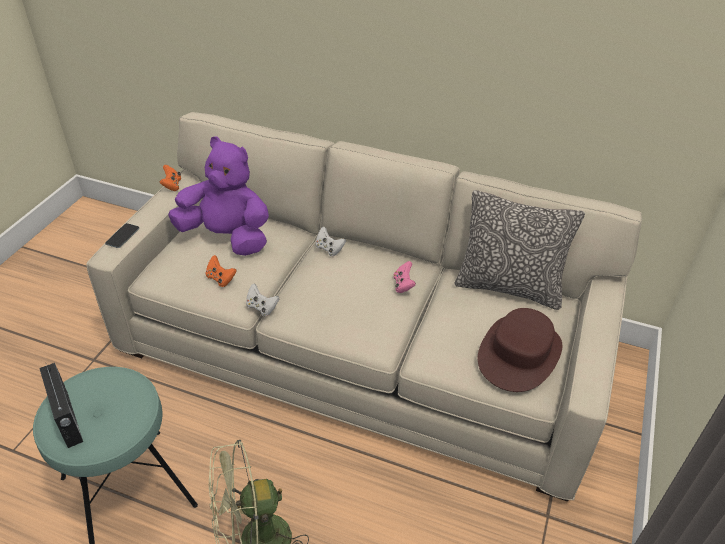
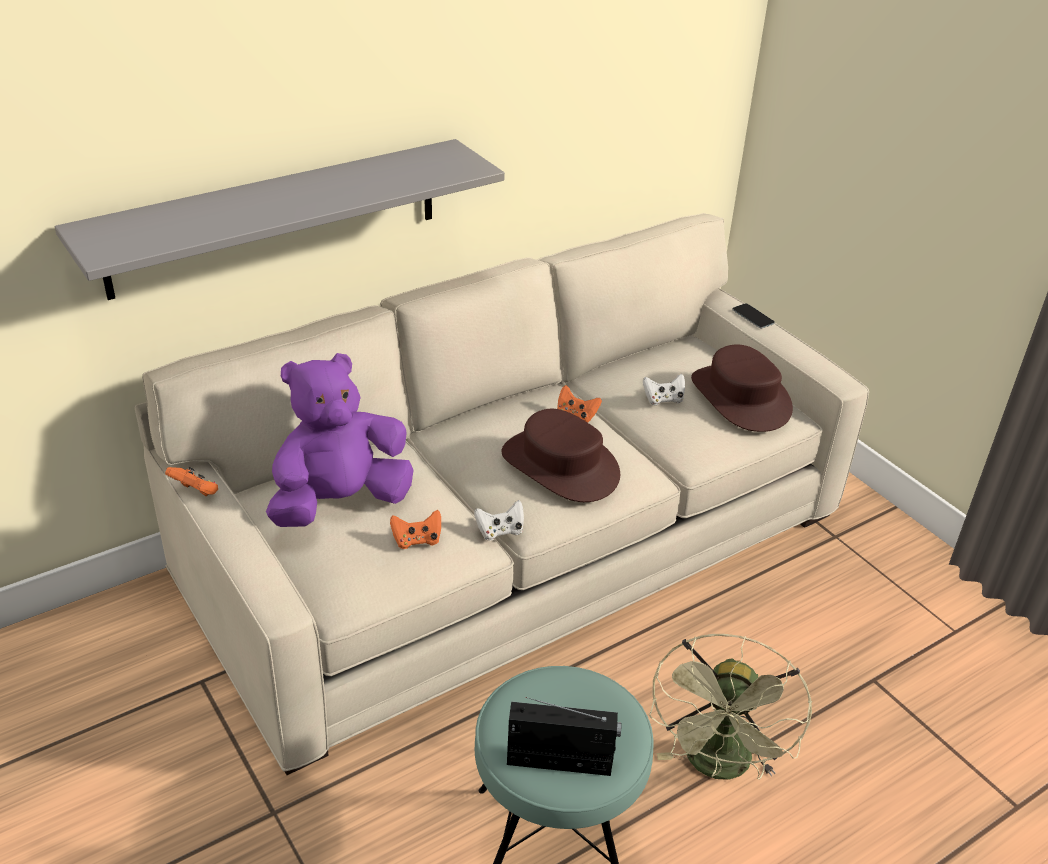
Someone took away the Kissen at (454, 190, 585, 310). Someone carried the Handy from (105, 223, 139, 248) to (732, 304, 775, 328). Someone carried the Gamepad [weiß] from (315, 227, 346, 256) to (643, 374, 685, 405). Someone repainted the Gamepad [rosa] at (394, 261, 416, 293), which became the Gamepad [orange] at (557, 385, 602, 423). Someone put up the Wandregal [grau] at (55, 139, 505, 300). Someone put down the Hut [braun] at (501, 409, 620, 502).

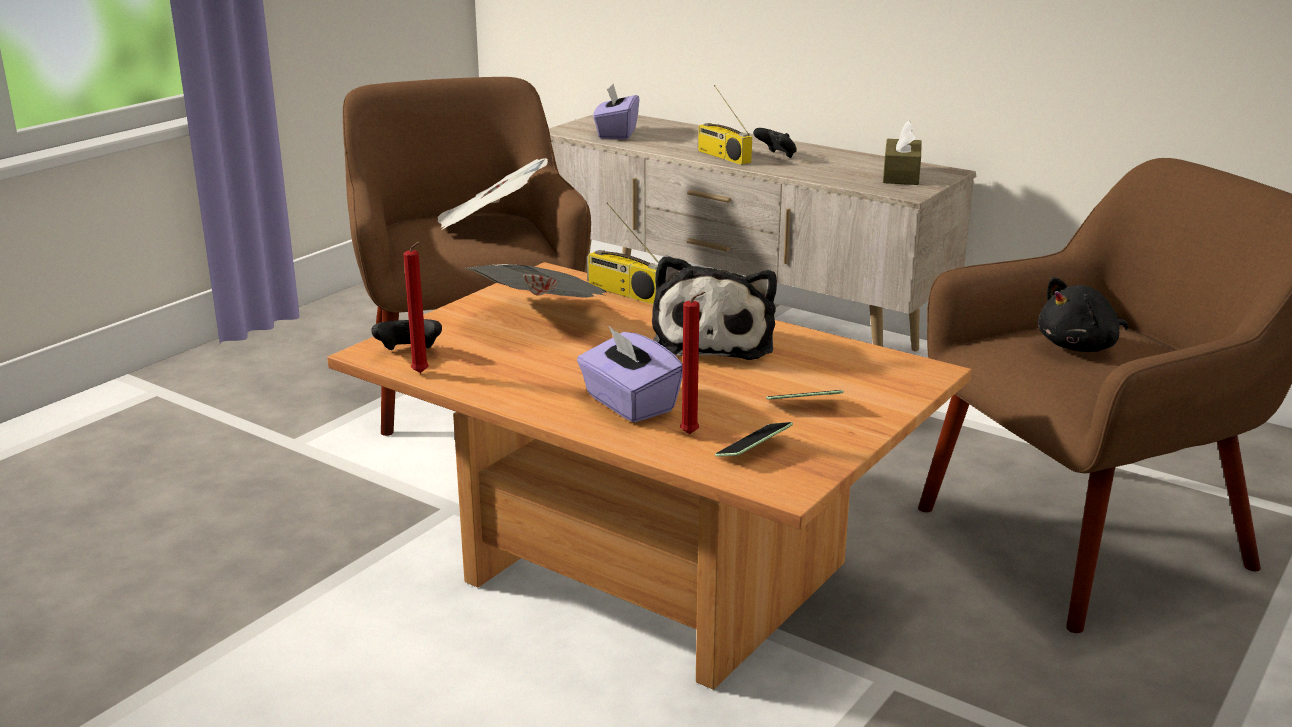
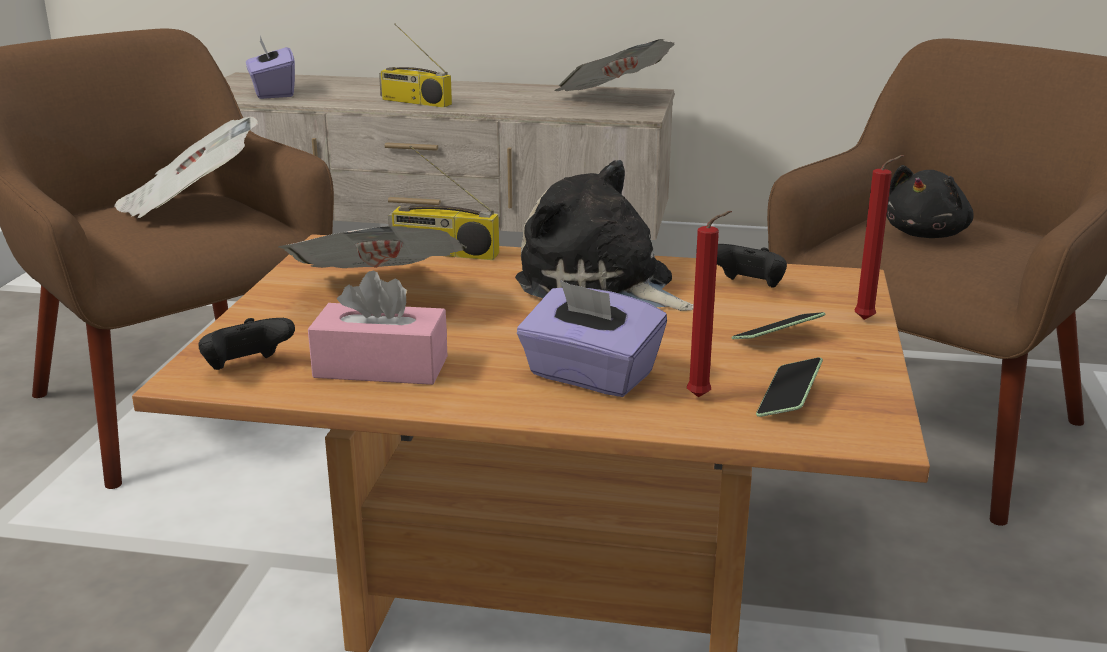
Someone swapped the Taschentuchbox [braun] at (883, 120, 922, 185) for the Zeitung at (554, 39, 675, 91). Someone carried the Gamepad [schwarz] from (753, 128, 797, 158) to (717, 244, 787, 288). Someone carried the Kerze [rot] from (403, 242, 429, 373) to (854, 155, 905, 320). Someone rotated the Plüschtier at (652, 255, 777, 360) by 150 degrees clockwise. Someone put down the Taschentuchbox [rosa] at (308, 271, 448, 385).

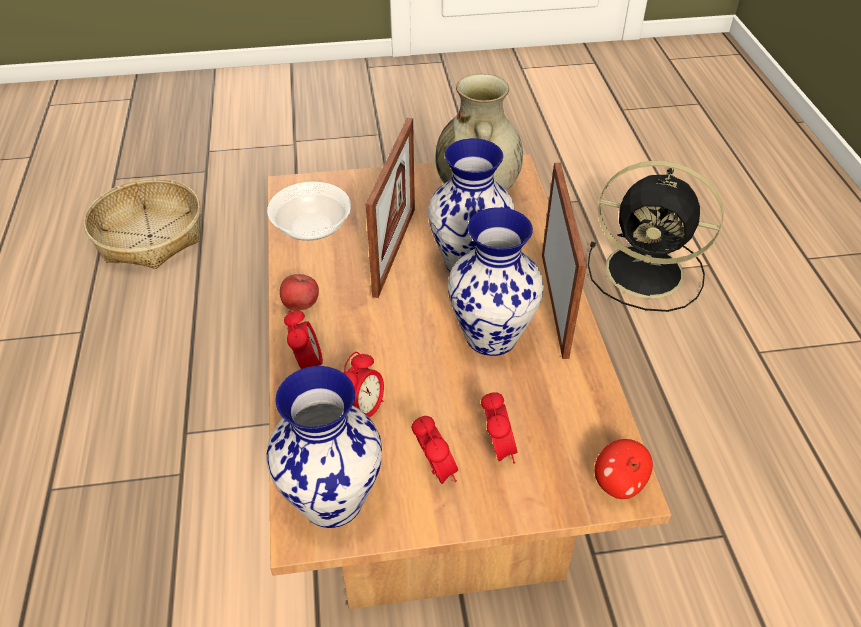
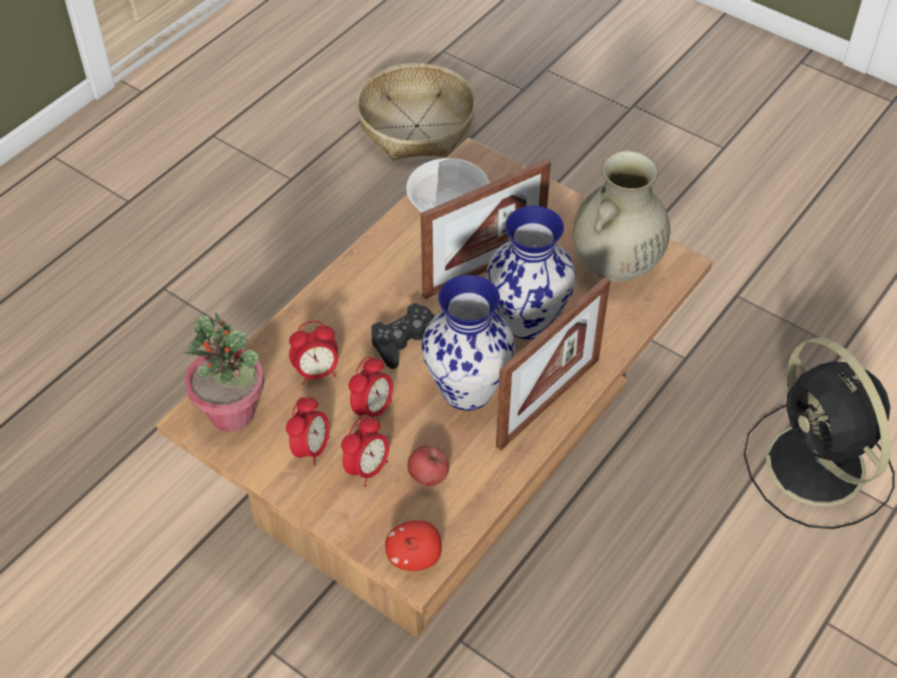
Someone carried the Apfel from (280, 274, 319, 311) to (407, 445, 449, 486). Someone carried the Wecker from (284, 310, 323, 369) to (348, 357, 393, 418). Someone swapped the Vase at (266, 366, 382, 528) for the Topfpflanze at (184, 311, 264, 432). Someone put down the Gamepad [schwarz] at (371, 303, 435, 369).

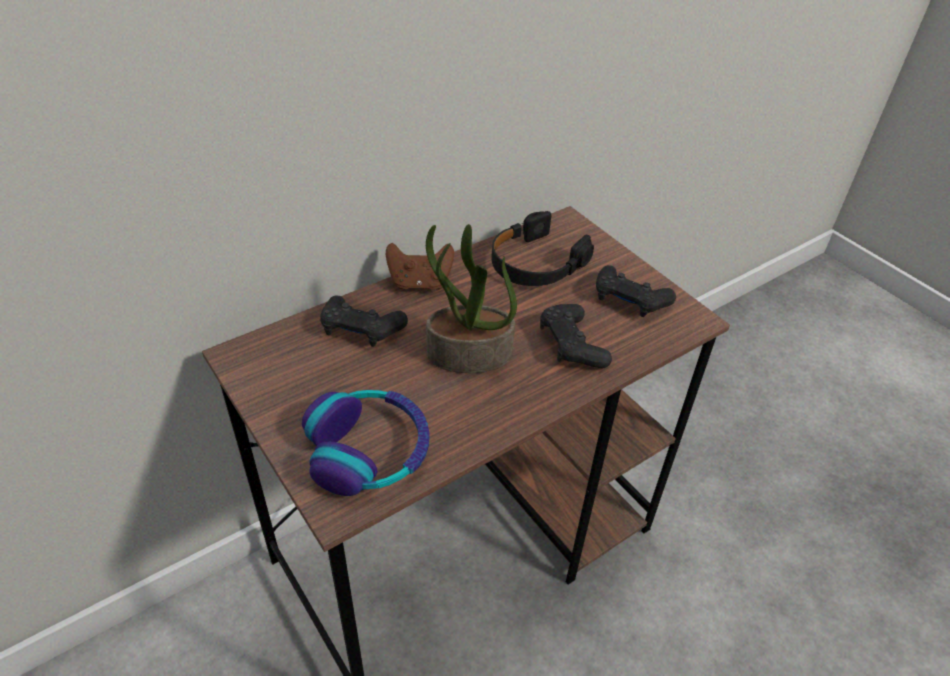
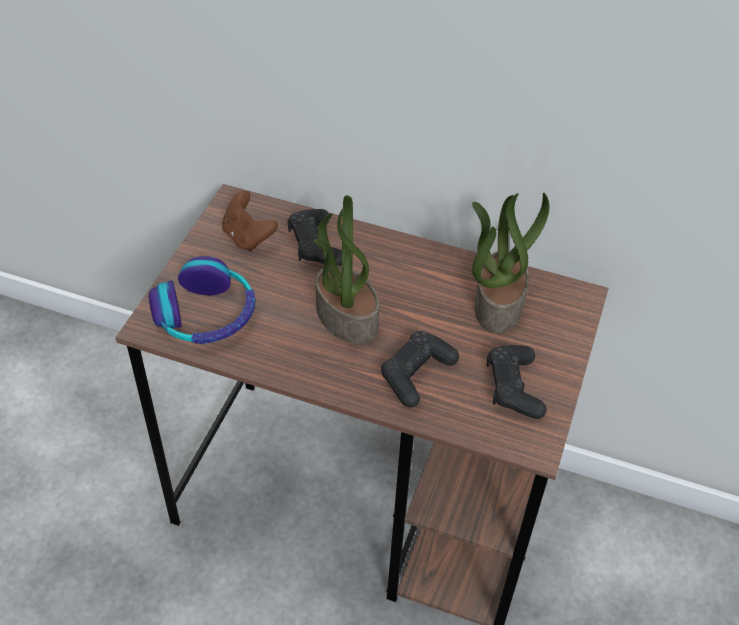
Someone swapped the Kopfhörer [schwarz] at (491, 211, 594, 286) for the Topfpflanze at (472, 192, 549, 333). Someone carried the Gamepad [braun] from (386, 243, 454, 290) to (222, 190, 278, 252).

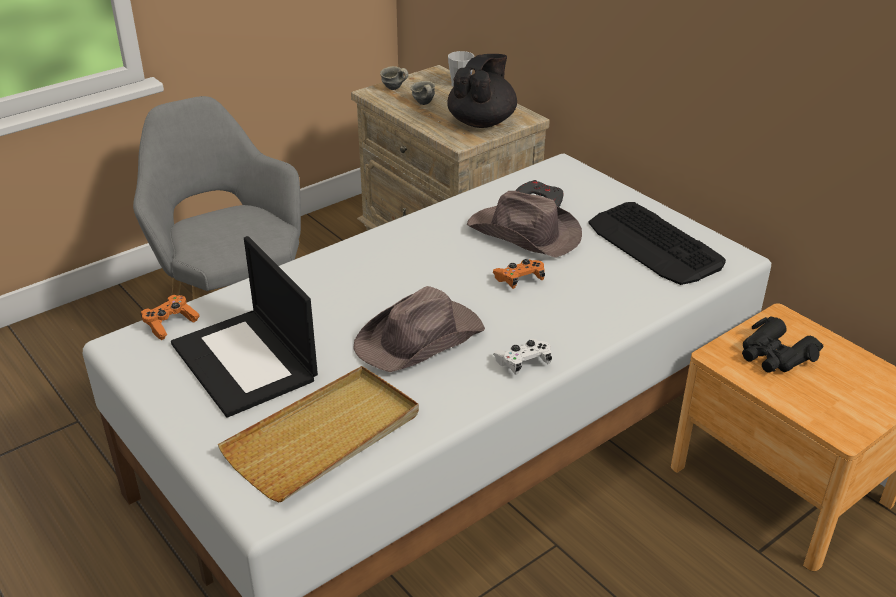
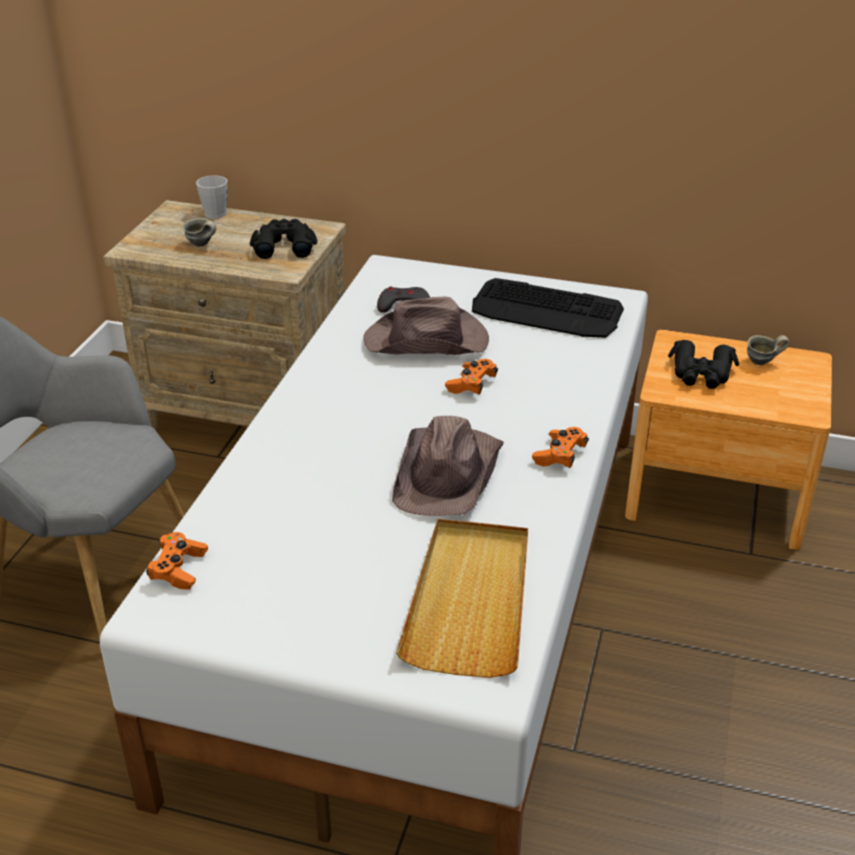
Someone swapped the Teekanne [schwarz] at (447, 54, 517, 128) for the Fernglas [schwarz] at (250, 219, 317, 259). Someone carried the Henkelbecher [grau] from (380, 66, 409, 90) to (747, 335, 790, 365). Someone took away the Laptop at (171, 236, 318, 418). Someone repainted the Gamepad [weiß] at (493, 339, 552, 375), which became the Gamepad [orange] at (532, 427, 589, 468).

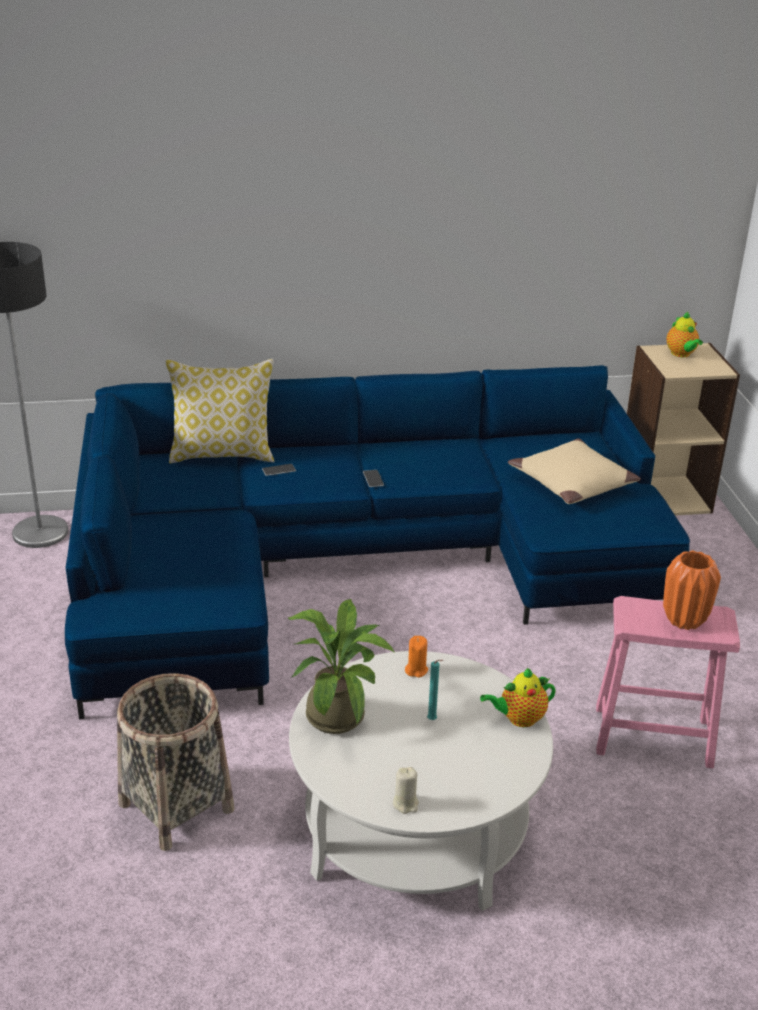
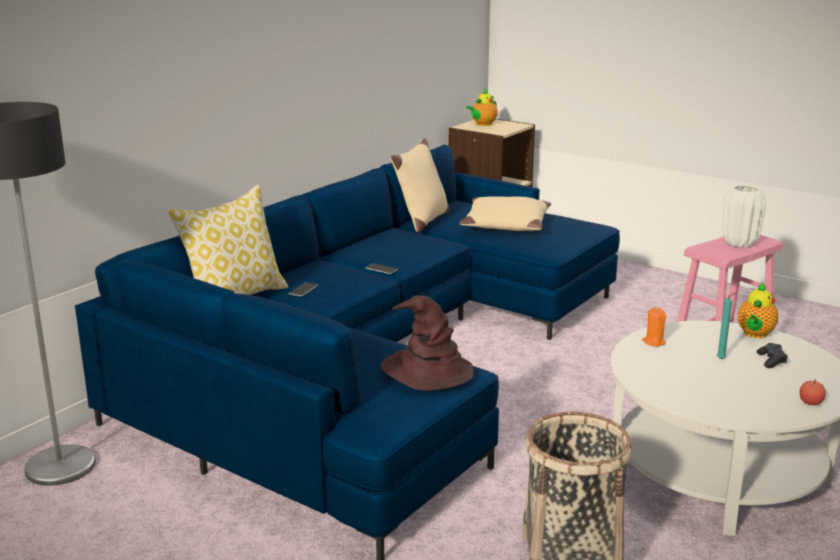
Someone rotated the Teekanne at (667, 312, 703, 357) by 105 degrees clockwise. Someone repainted the Vase [orange] at (663, 550, 721, 630), which became the Vase [weiß] at (722, 185, 766, 248). Someone took away the Topfpflanze at (288, 599, 395, 734). Someone swapped the Kerze [beige] at (393, 767, 419, 814) for the Apfel at (799, 379, 826, 405). Someone put down the Kissen [beige] at (390, 138, 450, 232). Someone put down the Hut [braun] at (381, 295, 474, 391). Someone put down the Gamepad [schwarz] at (757, 343, 788, 368).

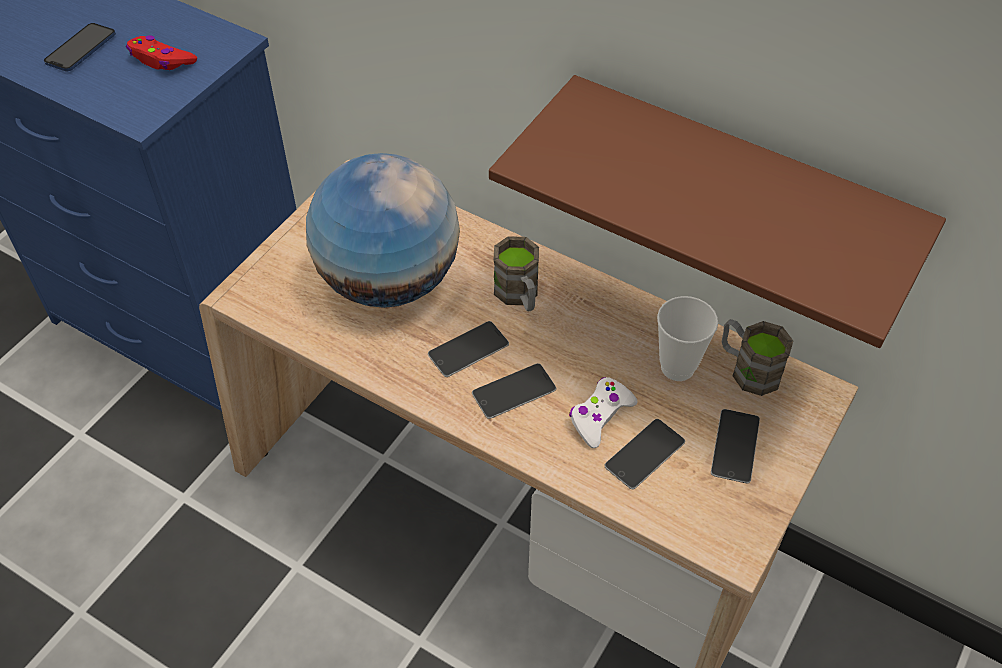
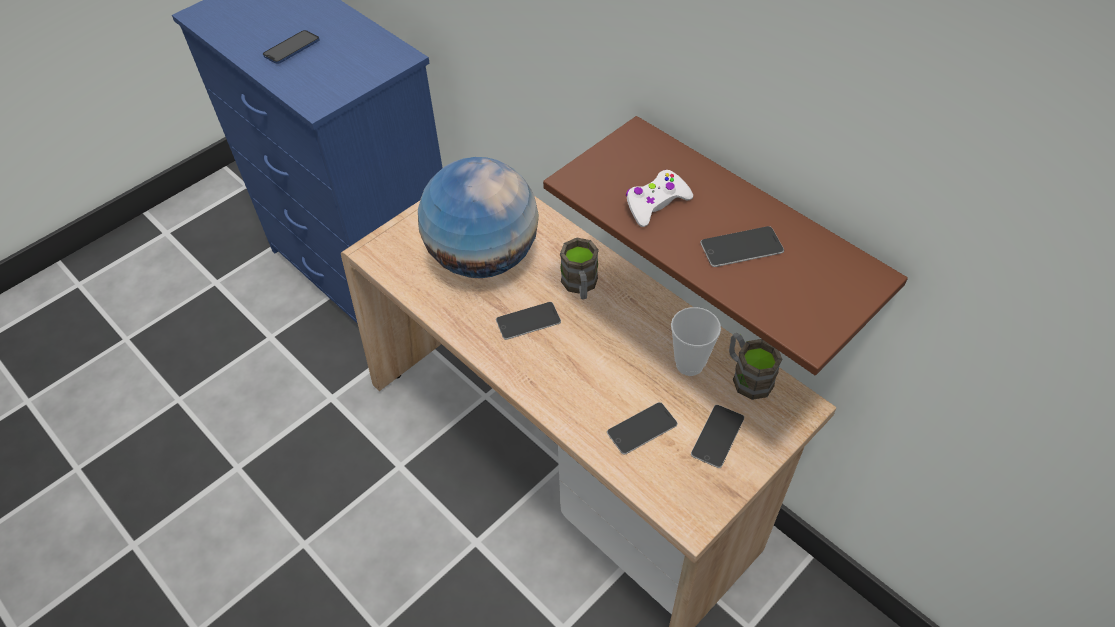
Someone took away the Gamepad [rot] at (126, 35, 197, 70). Someone carried the Handy from (472, 363, 556, 419) to (700, 226, 784, 267). Someone carried the Gamepad [weiß] from (569, 377, 637, 448) to (626, 170, 693, 227).

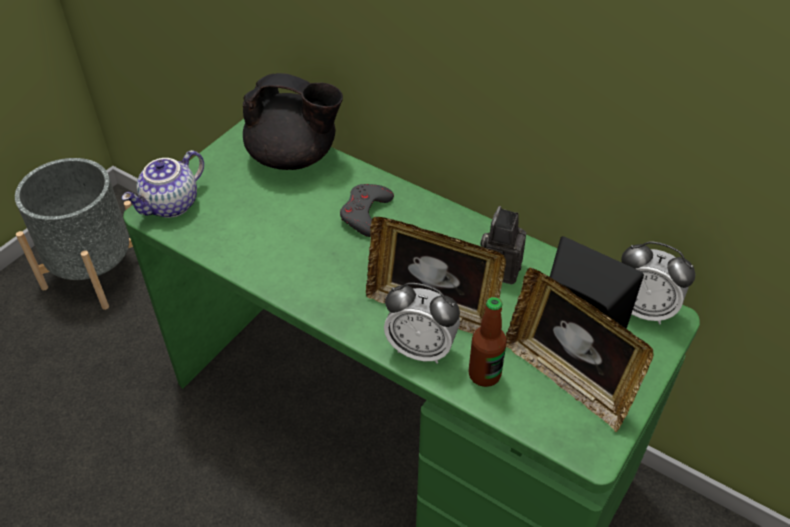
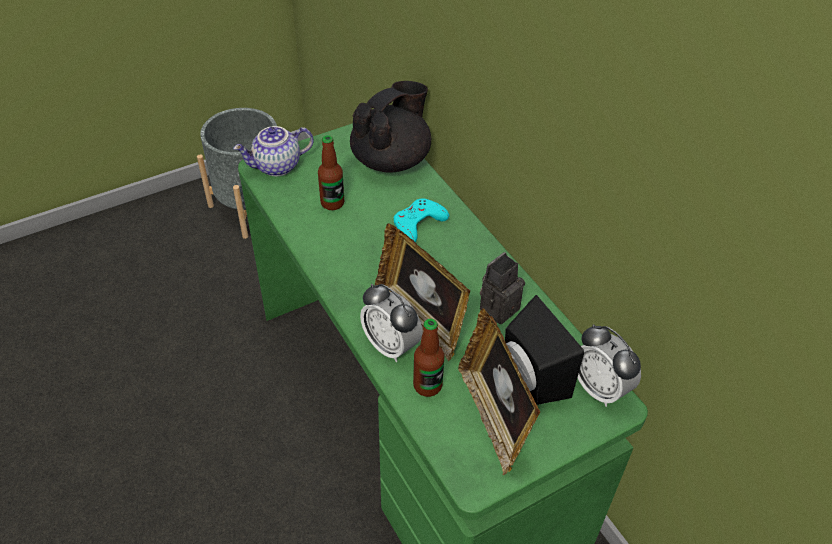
Someone rotated the Teekanne [schwarz] at (243, 73, 343, 170) by 90 degrees counterclockwise. Someone repainted the Gamepad [grau] at (340, 184, 394, 237), which became the Gamepad [türkis] at (394, 199, 449, 242). Someone put down the Flasche at (318, 135, 344, 210).

